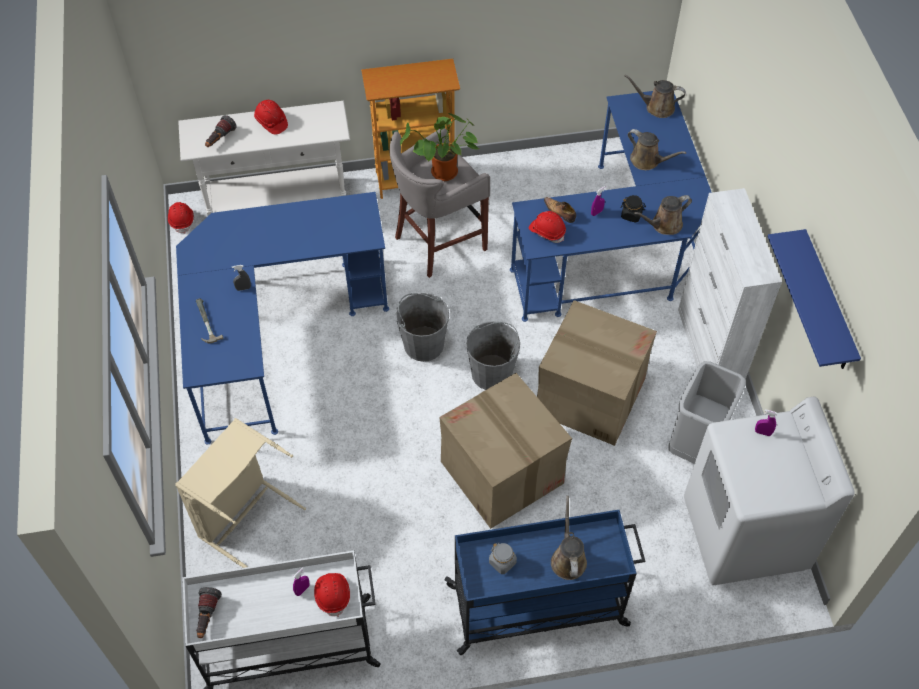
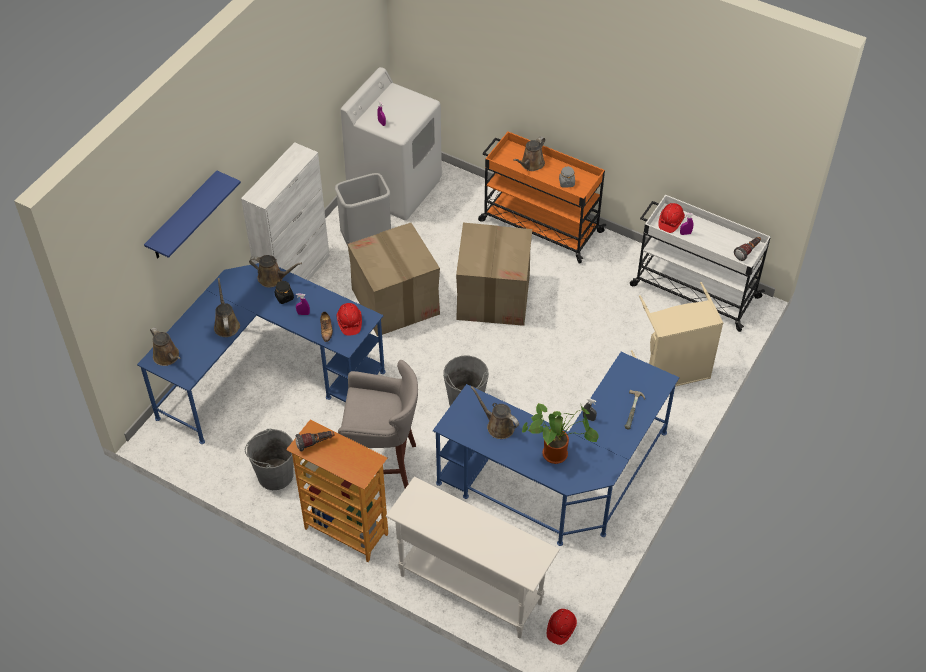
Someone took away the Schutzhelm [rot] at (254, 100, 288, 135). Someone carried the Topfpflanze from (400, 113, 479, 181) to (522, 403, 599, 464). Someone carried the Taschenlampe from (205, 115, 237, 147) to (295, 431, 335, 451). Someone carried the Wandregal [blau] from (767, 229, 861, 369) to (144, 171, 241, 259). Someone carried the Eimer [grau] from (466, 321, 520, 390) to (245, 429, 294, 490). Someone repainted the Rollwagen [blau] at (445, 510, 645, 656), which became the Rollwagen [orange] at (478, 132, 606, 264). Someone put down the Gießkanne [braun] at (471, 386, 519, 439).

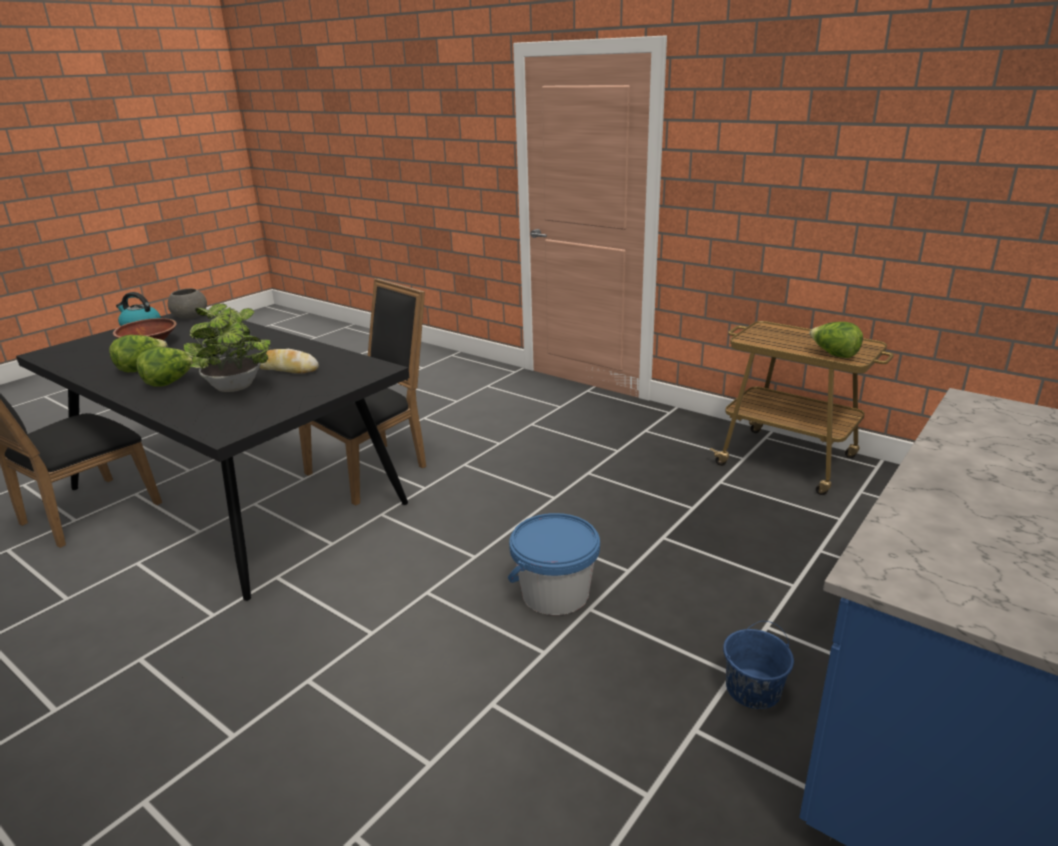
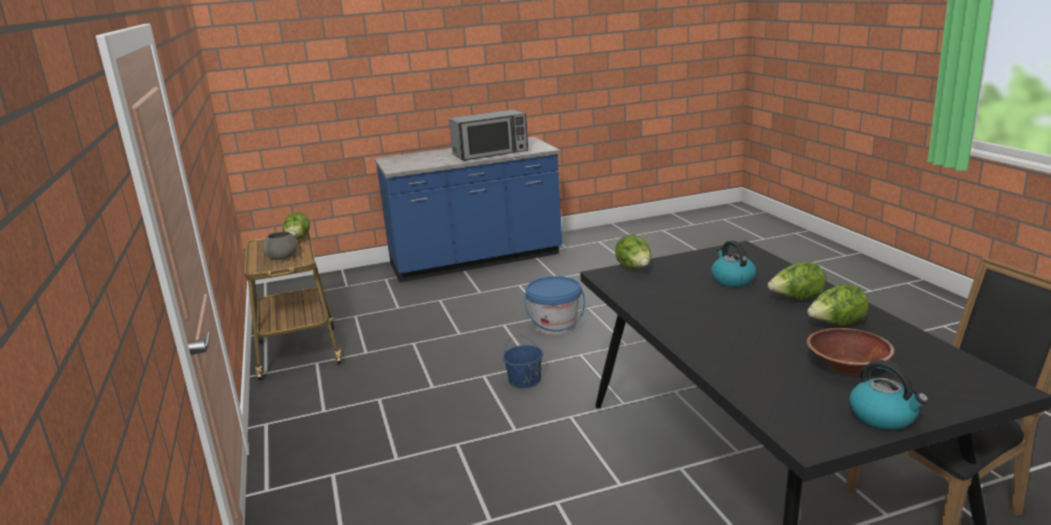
Someone took away the Stuhl [schwarz] at (299, 278, 426, 506). Someone carried the Schüssel [grau] from (168, 288, 207, 319) to (263, 231, 298, 260). Someone swapped the Topfpflanze at (183, 304, 271, 392) for the Wasserkessel at (711, 240, 756, 287). Someone took away the Brot at (260, 349, 319, 373). Someone carried the Eimer [blau] from (723, 621, 794, 709) to (503, 335, 543, 388). Someone put down the Mikrowelle at (449, 109, 528, 161). Someone put down the Salatkopf at (615, 234, 651, 269).

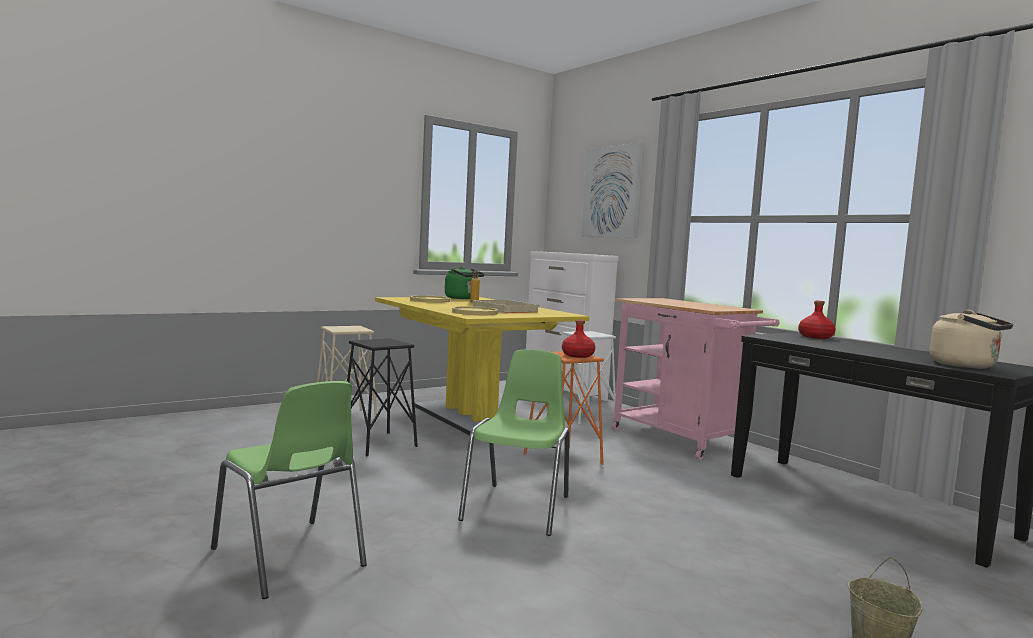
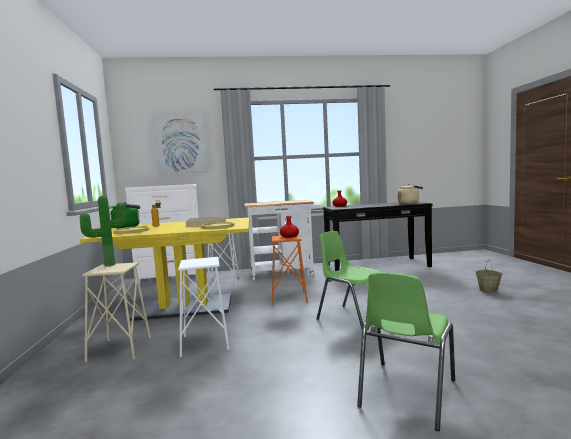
Someone repainted the Rollwagen [rosa] at (612, 298, 779, 460), which became the Rollwagen [weiß] at (244, 200, 324, 281). Someone repainted the Hocker [schwarz] at (347, 338, 418, 456), which became the Hocker [weiß] at (178, 257, 229, 357). Someone rotated the Stuhl [grün] at (211, 381, 367, 599) by 135 degrees clockwise. Someone put down the Topfpflanze at (80, 196, 126, 266).

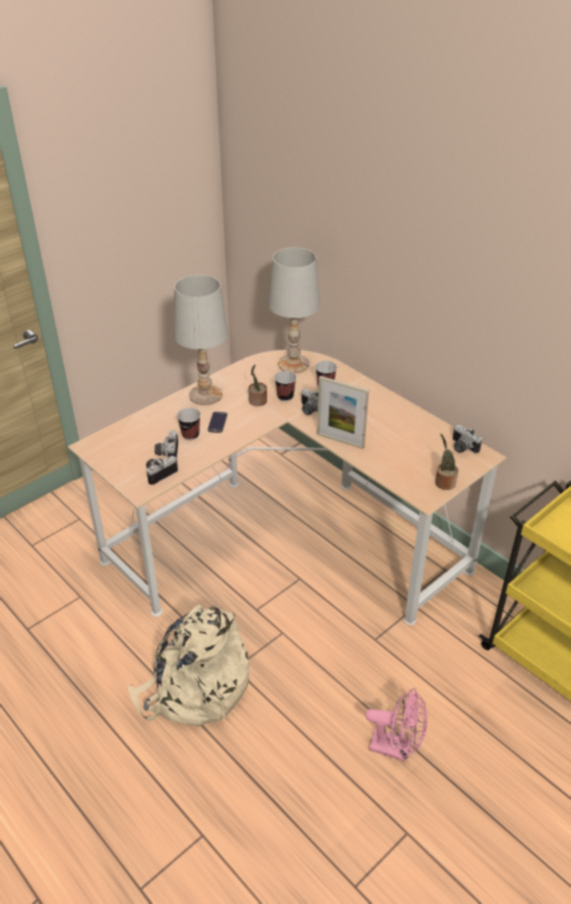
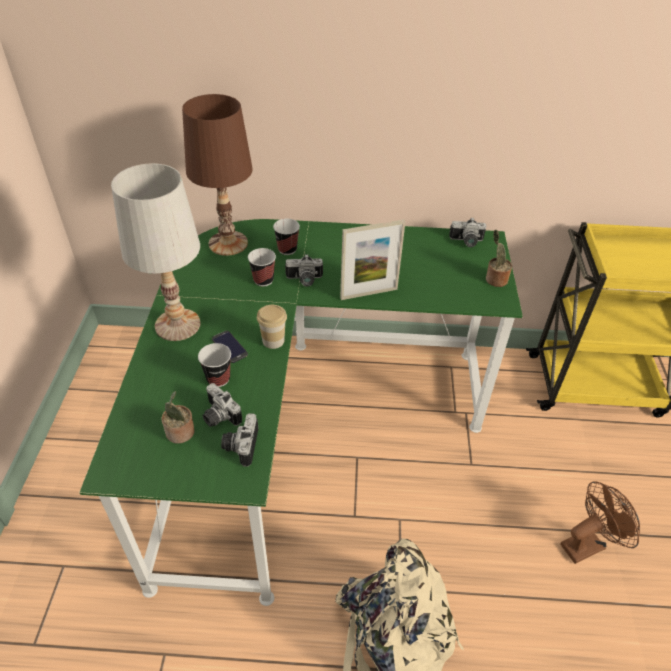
Someone repainted the Tischlampe [weiß] at (268, 247, 320, 373), which became the Tischlampe [braun] at (182, 94, 253, 256). Someone repainted the Schreibtisch [beige] at (68, 350, 506, 625), which became the Schreibtisch [grün] at (79, 219, 523, 606). Someone carried the Topfpflanze from (248, 364, 267, 406) to (162, 391, 195, 444). Someone repainted the Ventilator [rosa] at (365, 688, 427, 762), which became the Ventilator [braun] at (560, 481, 640, 564). Someone put down the Tasse at (257, 305, 287, 349).

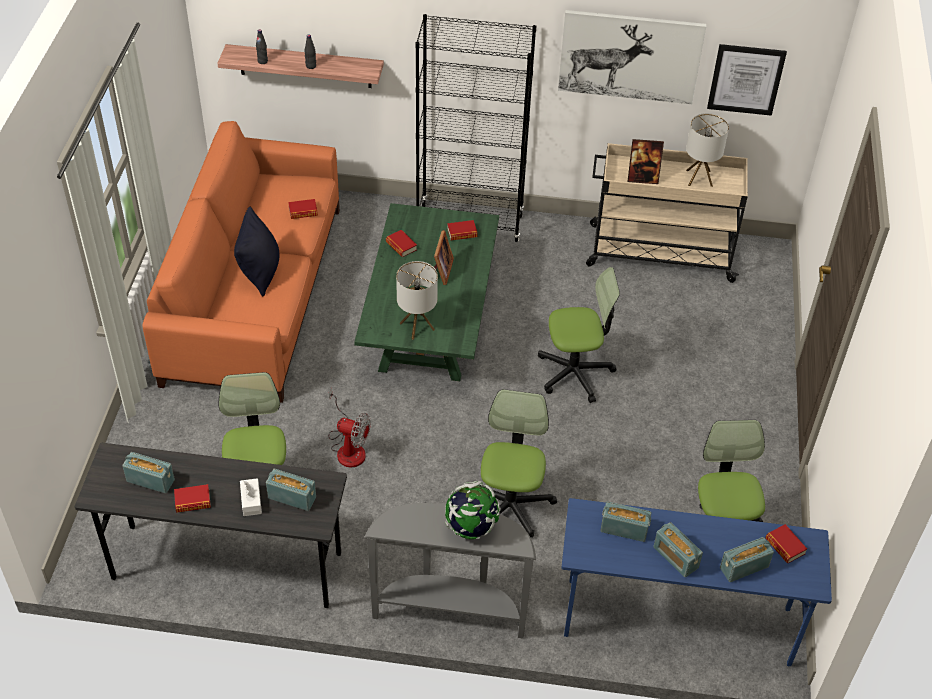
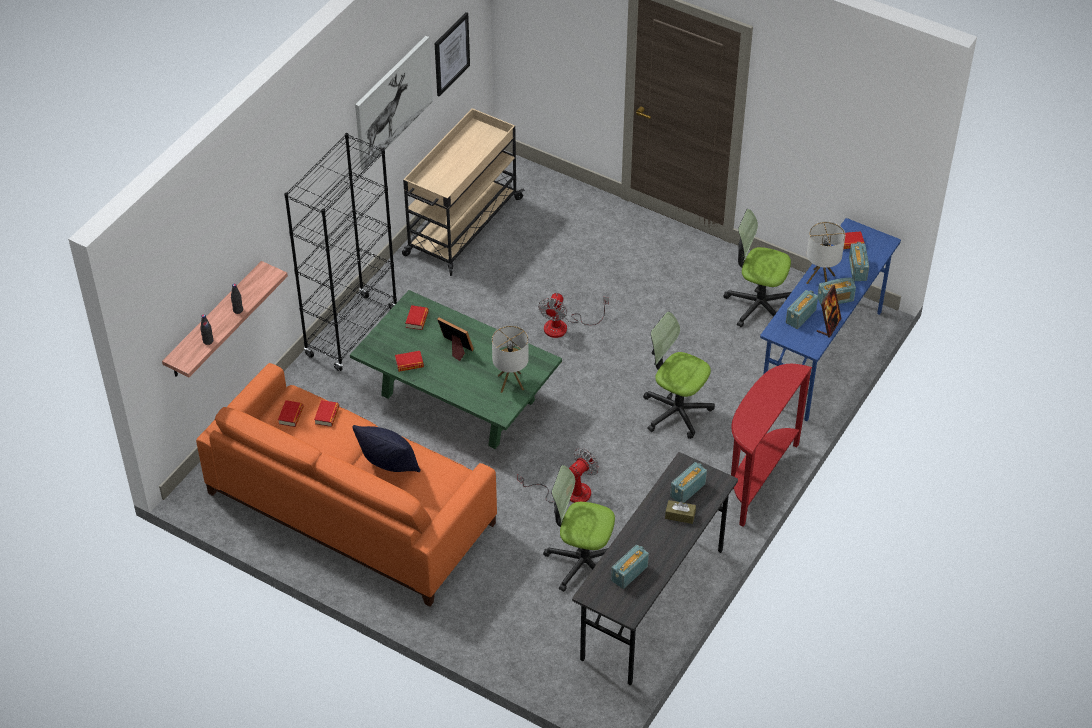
Someone carried the Tischlampe from (686, 113, 729, 187) to (806, 221, 845, 284). Someone carried the Bilderrahmen from (628, 139, 664, 184) to (817, 285, 841, 338). Someone swapped the Bürostuhl at (538, 267, 620, 403) for the Ventilator at (538, 293, 609, 338). Someone repainted the Taschentuchbox [weiß] at (240, 478, 262, 516), which became the Taschentuchbox [braun] at (665, 500, 696, 524). Someone took away the Globus at (445, 481, 501, 539). Someone carried the Buch from (174, 484, 211, 513) to (278, 400, 304, 427). Someone repainted the Konsolentisch [grau] at (364, 503, 536, 639), which became the Konsolentisch [rot] at (731, 364, 812, 527).

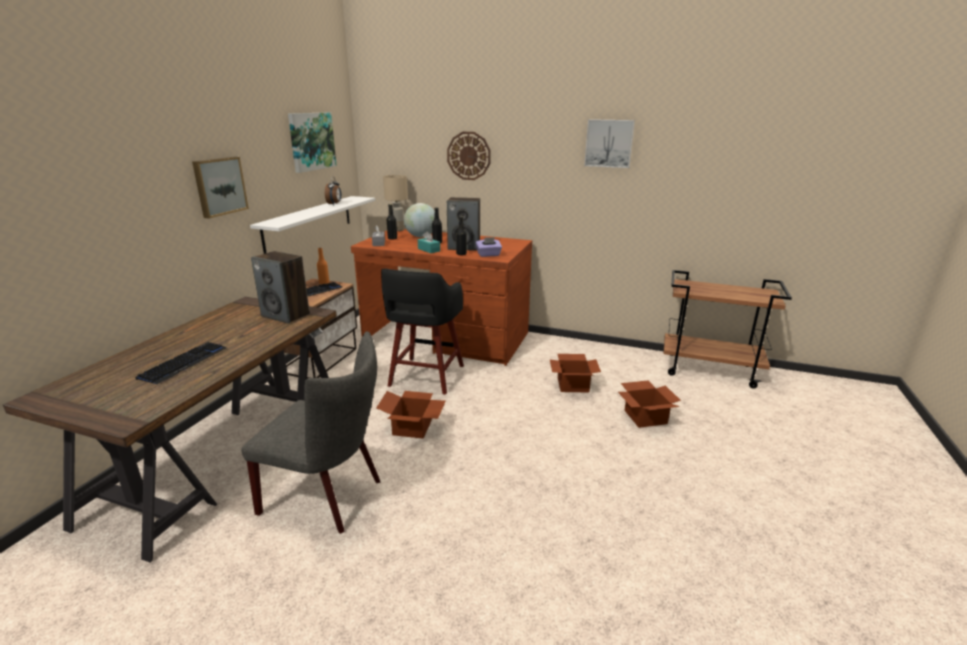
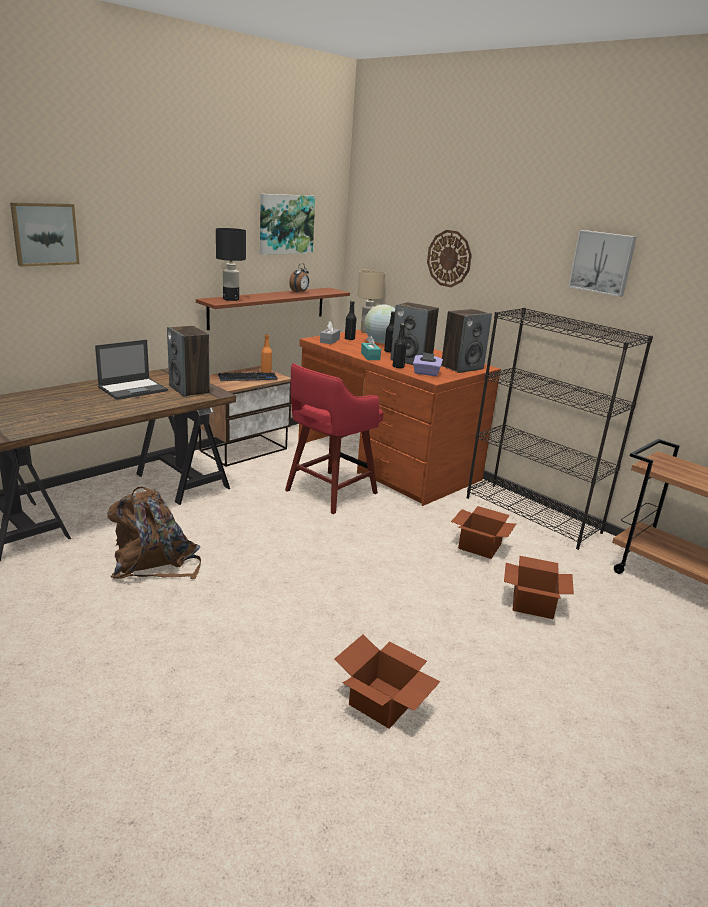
Someone carried the Bild from (192, 156, 249, 219) to (10, 203, 79, 267). Someone repainted the Wandregal [weiß] at (250, 196, 375, 254), which became the Wandregal [braun] at (196, 288, 350, 330). Someone repainted the Hocker [schwarz] at (381, 269, 464, 395), which became the Hocker [rot] at (285, 363, 384, 514). Someone swapped the Stuhl [grau] at (241, 331, 381, 534) for the Rucksack [braun] at (107, 487, 201, 579). Someone took away the Tastatur at (135, 342, 226, 385). Someone carried the Karton from (376, 391, 446, 439) to (334, 635, 441, 729). Someone put down the Tischlampe [schwarz] at (216, 228, 246, 301). Someone put down the Bücherregal [schwarz] at (467, 307, 653, 550). Someone put down the Lautsprecher at (441, 309, 492, 373). Someone put down the Laptop at (95, 340, 168, 400).

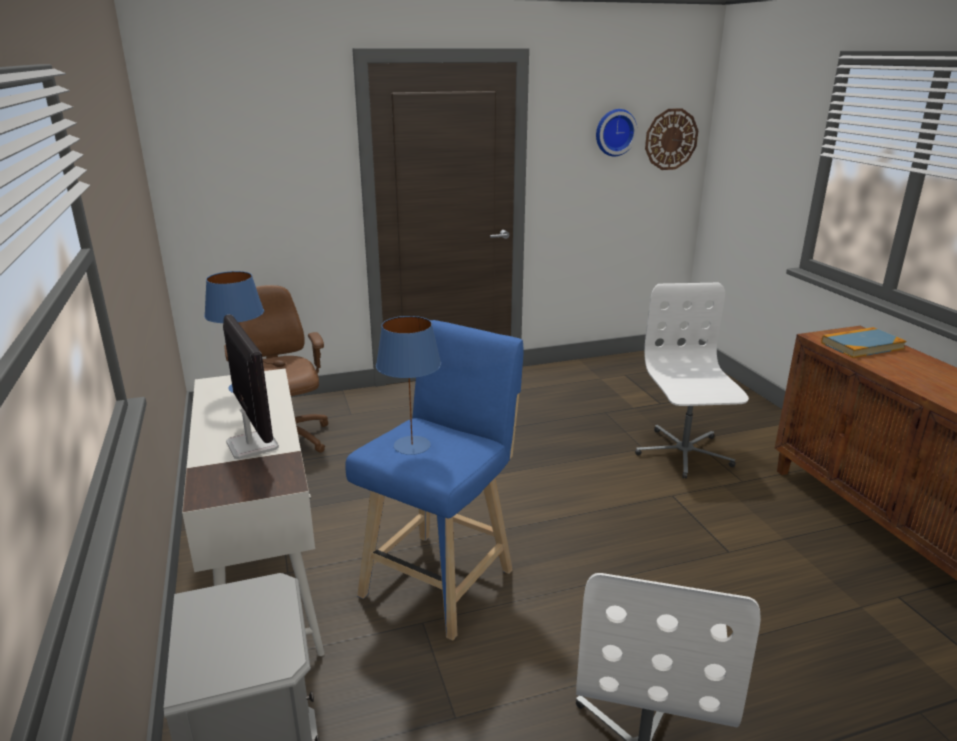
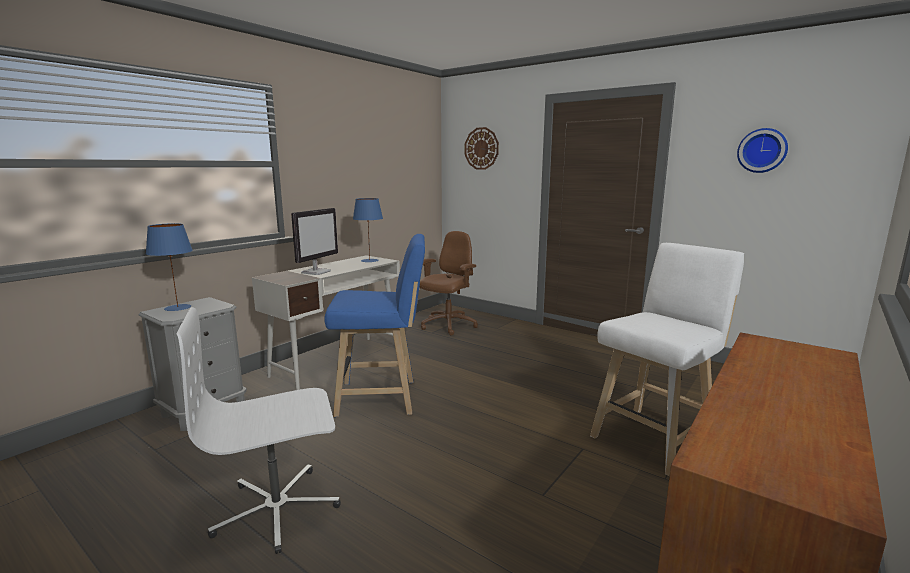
Someone carried the Wanduhr from (645, 108, 698, 170) to (465, 127, 499, 170). Someone swapped the Bürostuhl [weiß] at (635, 283, 749, 479) for the Hocker [weiß] at (590, 243, 744, 477). Someone carried the Tischlampe [blau] from (376, 316, 441, 455) to (146, 223, 193, 311). Someone took away the Buch at (821, 327, 906, 358).

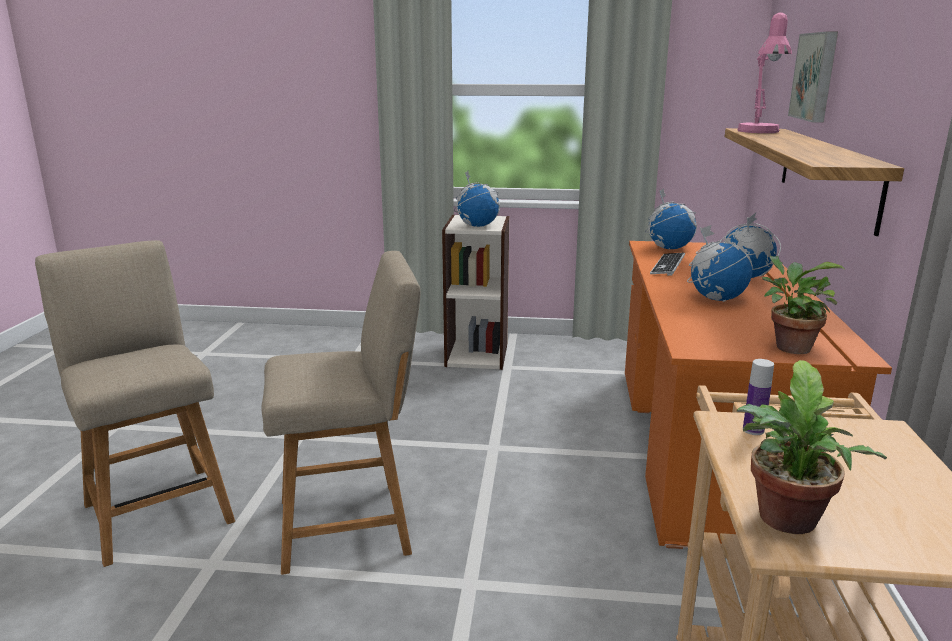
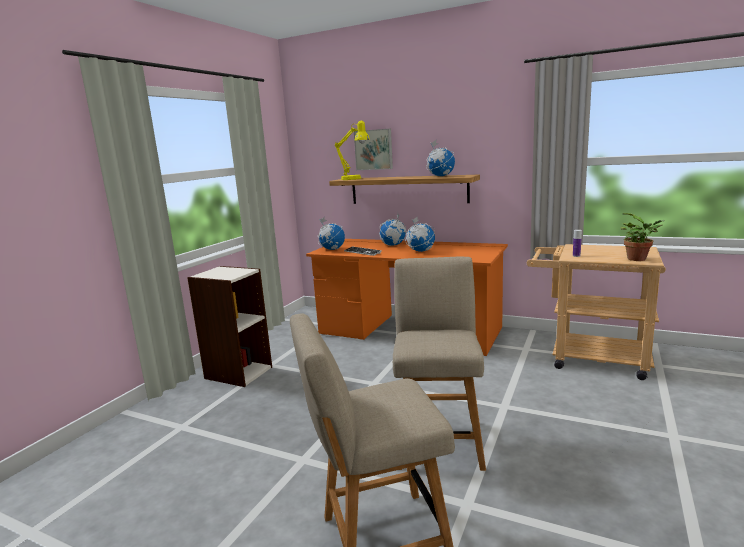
Someone repainted the Tischlampe [rosa] at (738, 12, 792, 133), which became the Tischlampe [gelb] at (335, 120, 370, 180). Someone carried the Globus from (454, 171, 500, 227) to (426, 140, 455, 176). Someone took away the Topfpflanze at (762, 256, 844, 354).

